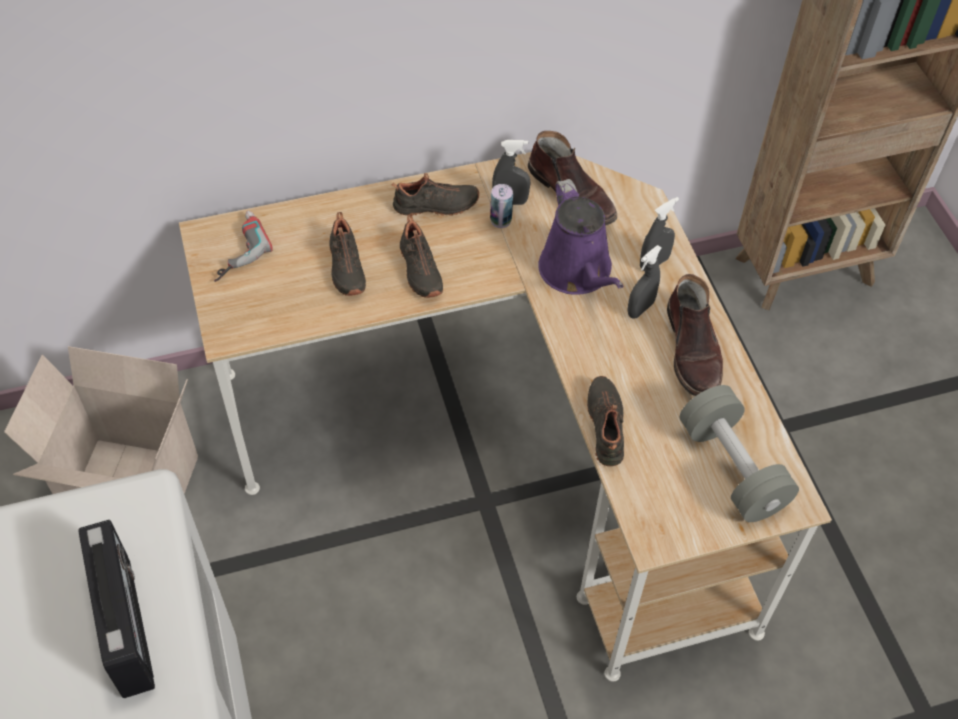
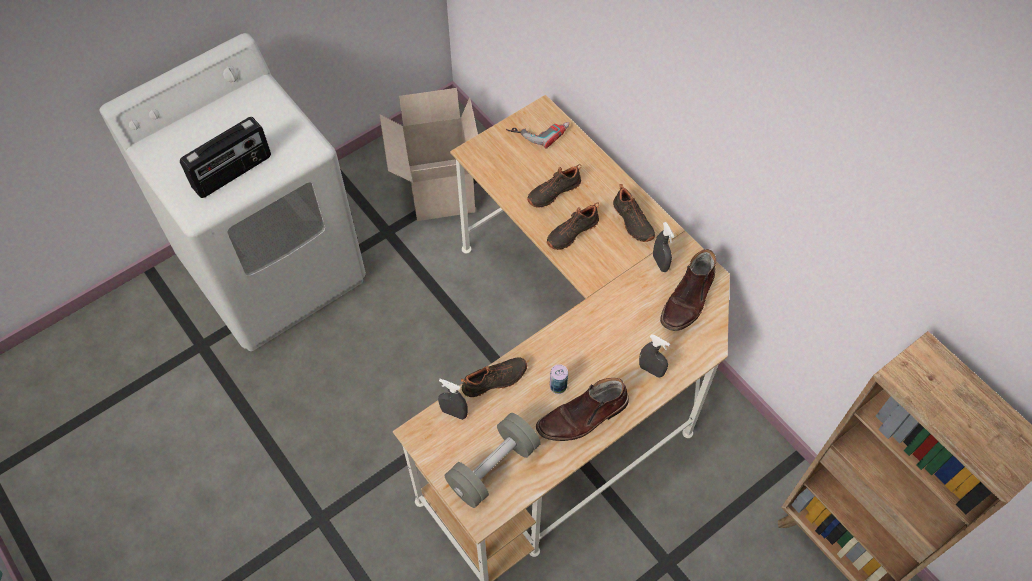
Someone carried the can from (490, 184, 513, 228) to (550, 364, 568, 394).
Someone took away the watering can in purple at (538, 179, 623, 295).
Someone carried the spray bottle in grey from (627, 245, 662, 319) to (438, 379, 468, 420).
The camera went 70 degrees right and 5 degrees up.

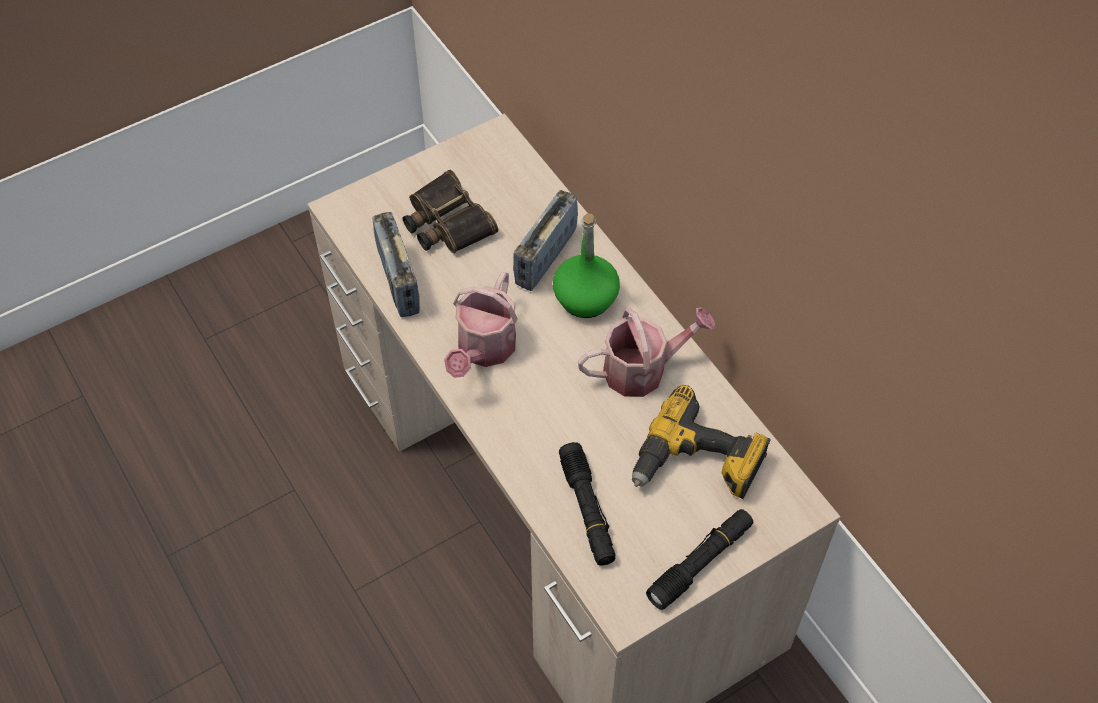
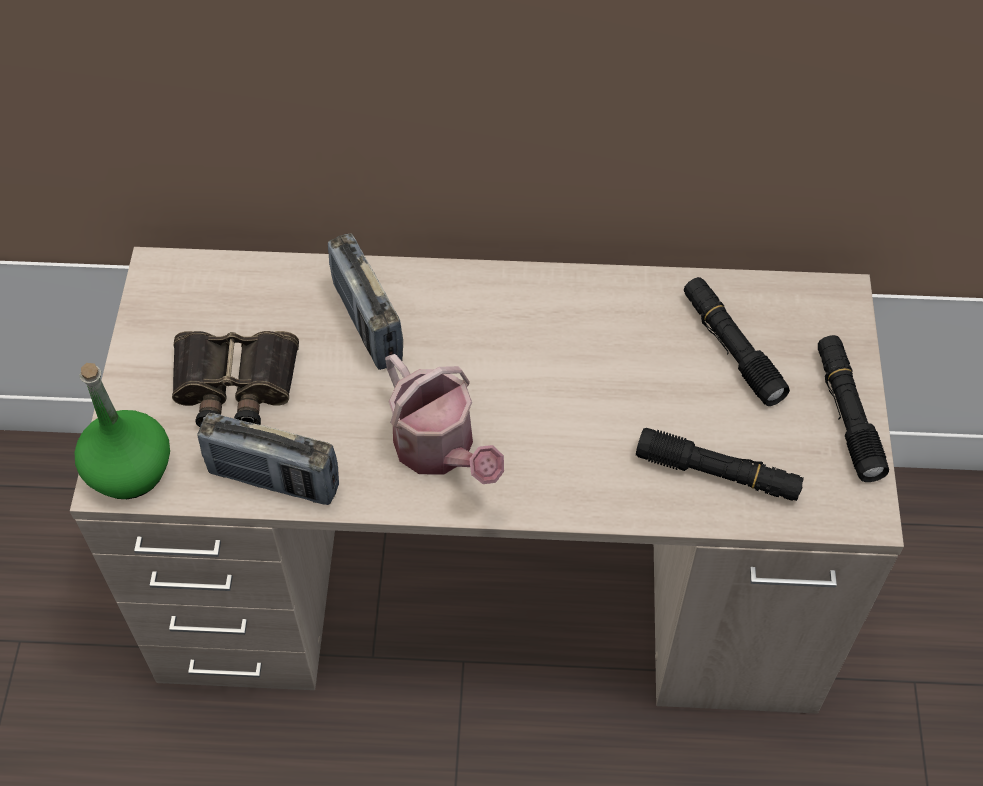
Someone carried the bottle in green from (553, 214, 620, 318) to (75, 363, 170, 499).
Someone took away the watering can at (578, 307, 716, 397).
Someone swapped the power drill at (632, 385, 771, 499) for the flashlight in black at (684, 277, 790, 406).
The camera went 55 degrees left and 0 degrees up.

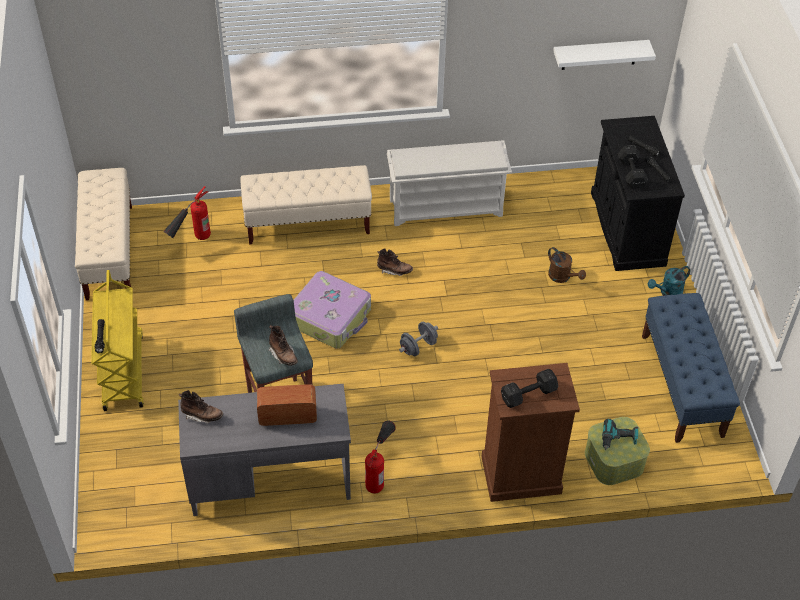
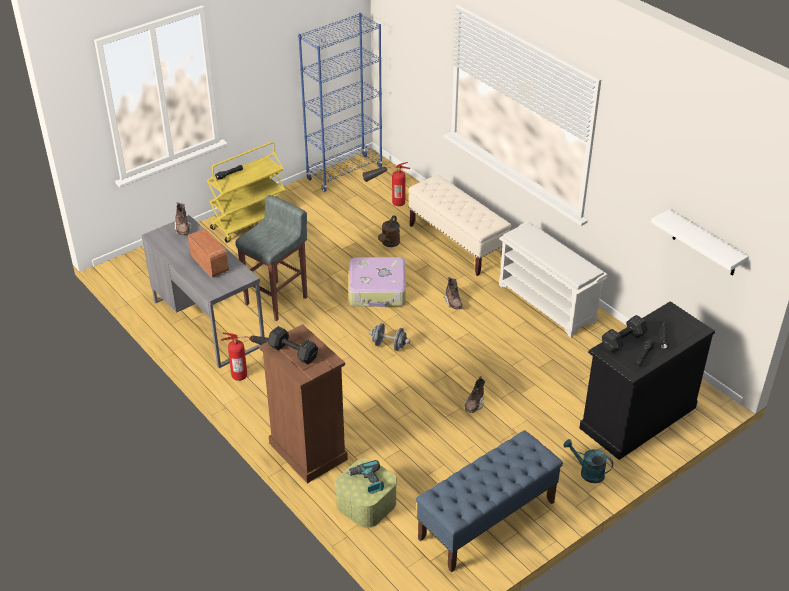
Someone swapped the bench in beige at (75, 168, 132, 301) for the bookcase in blue at (298, 13, 383, 192).
Someone carried the boot in brown from (269, 325, 298, 366) to (464, 376, 485, 413).
Someone carried the watering can in brown from (548, 247, 586, 283) to (378, 215, 400, 247).
The camera went 60 degrees right and 10 degrees down.

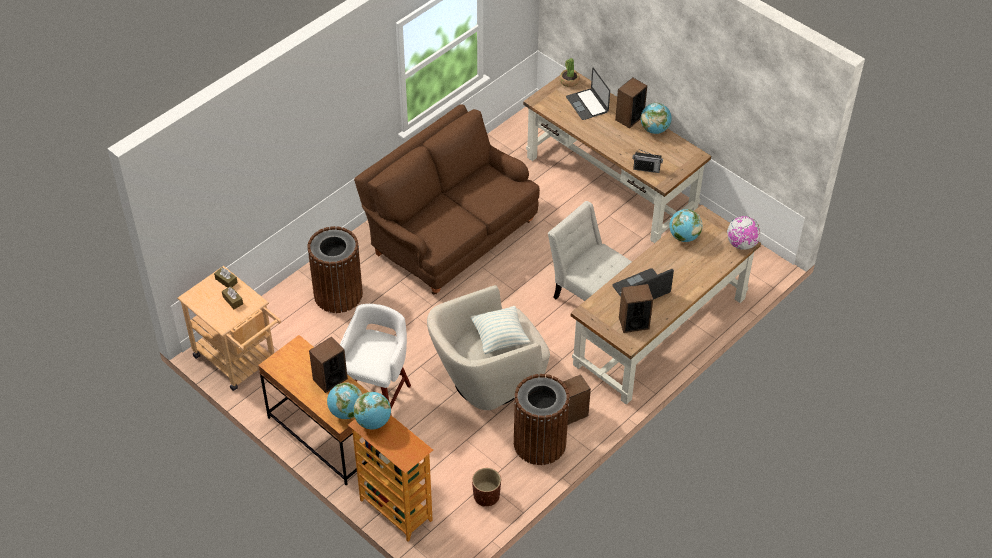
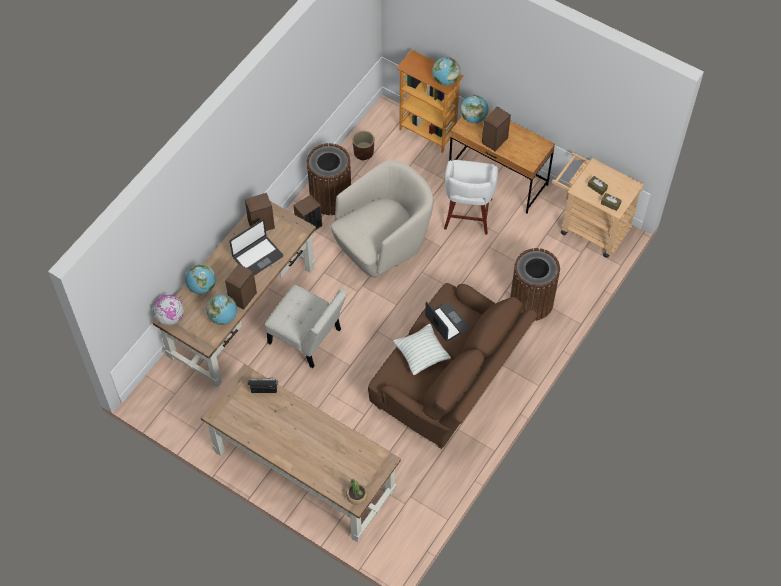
Someone carried the pillow from (470, 306, 530, 354) to (393, 324, 451, 375).
Someone carried the laptop from (566, 67, 610, 120) to (425, 301, 470, 342).
Someone carried the speaker from (615, 78, 647, 128) to (225, 264, 257, 310).
Someone carried the globe from (641, 103, 672, 134) to (185, 264, 216, 294).
The camera went 170 degrees right and 10 degrees up.

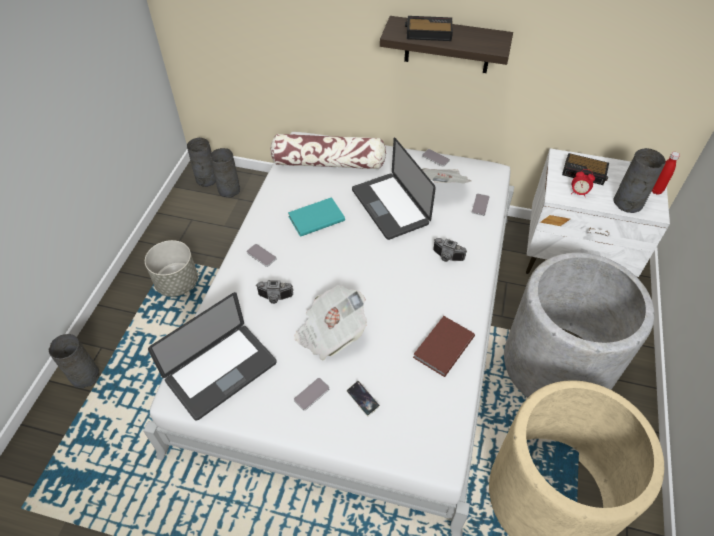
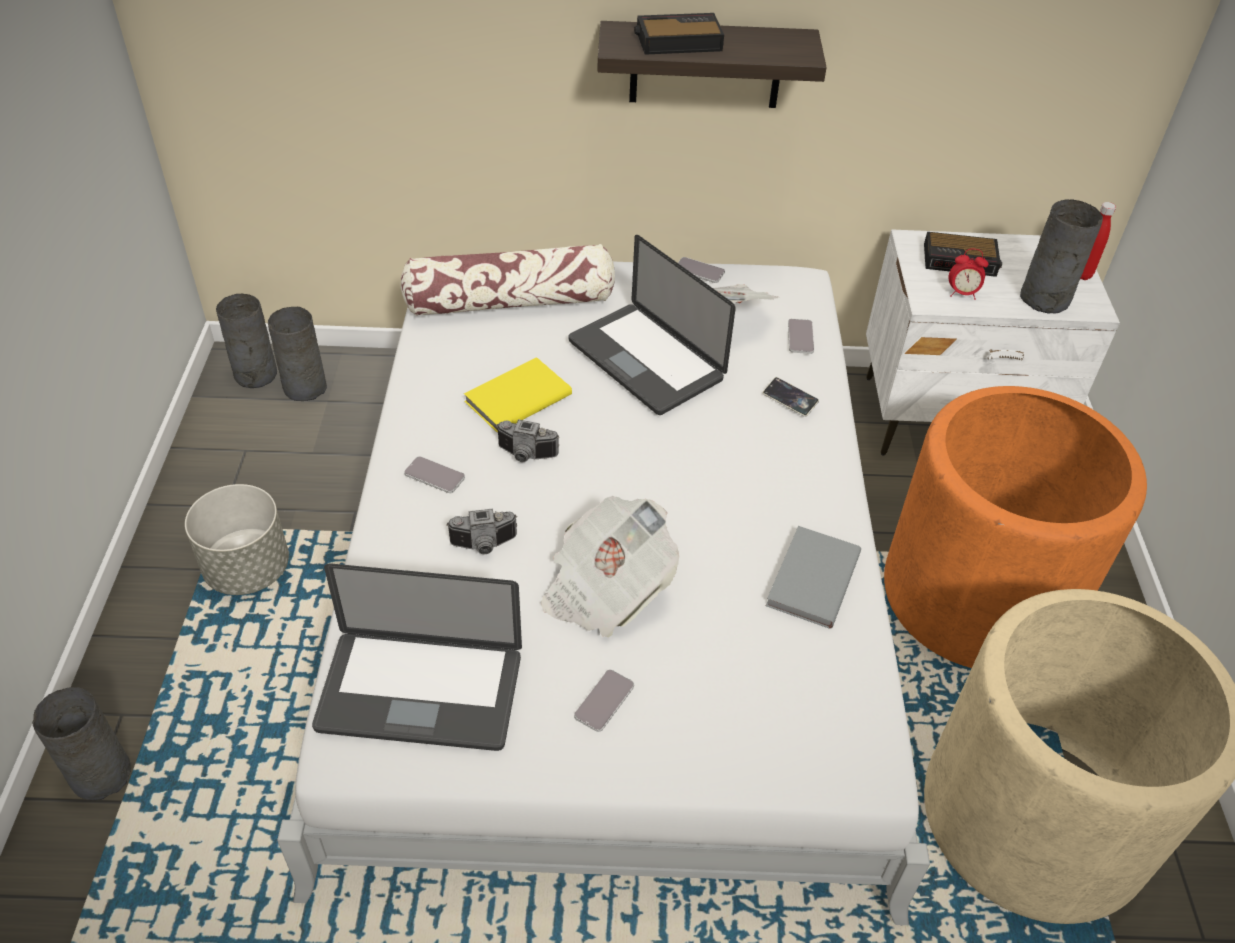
Someone rotated the laptop at (148, 292, 277, 421) by 60 degrees clockwise.
Someone repainted the book in turquoise at (288, 197, 345, 237), which became the book in yellow at (464, 357, 572, 433).
Someone carried the phone from (347, 381, 380, 416) to (763, 377, 819, 417).
Someone repainted the book in brown at (413, 316, 475, 377), which became the book in grey at (766, 526, 861, 629).
Someone carried the photo camera from (433, 238, 467, 262) to (496, 419, 560, 462).
Someone repainted the planter in grey at (504, 252, 654, 398), which became the planter in orange at (884, 386, 1147, 668).
The camera went 15 degrees left and 5 degrees down.

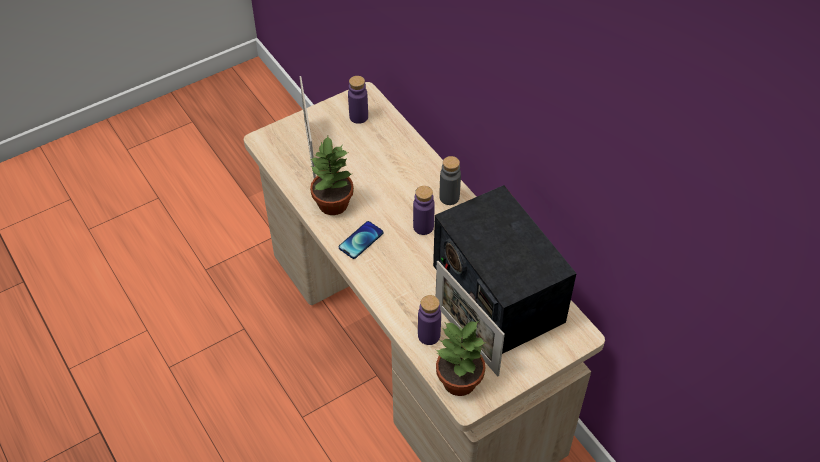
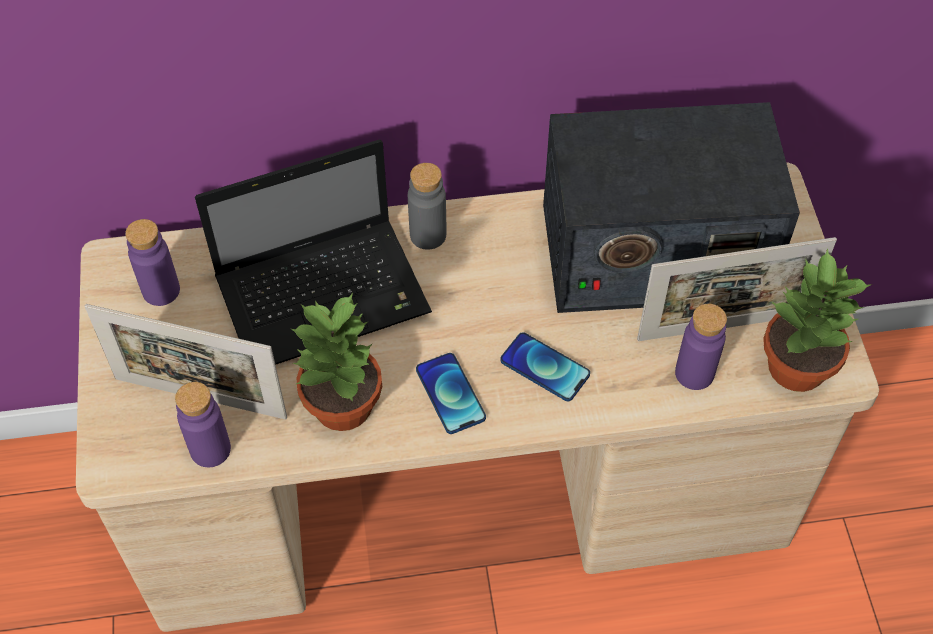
Someone carried the bottle in purple from (413, 186, 435, 235) to (175, 382, 231, 468).
Someone put down the laptop at (195, 139, 432, 365).
Someone put down the phone at (500, 332, 590, 401).
The camera went 65 degrees left and 5 degrees up.

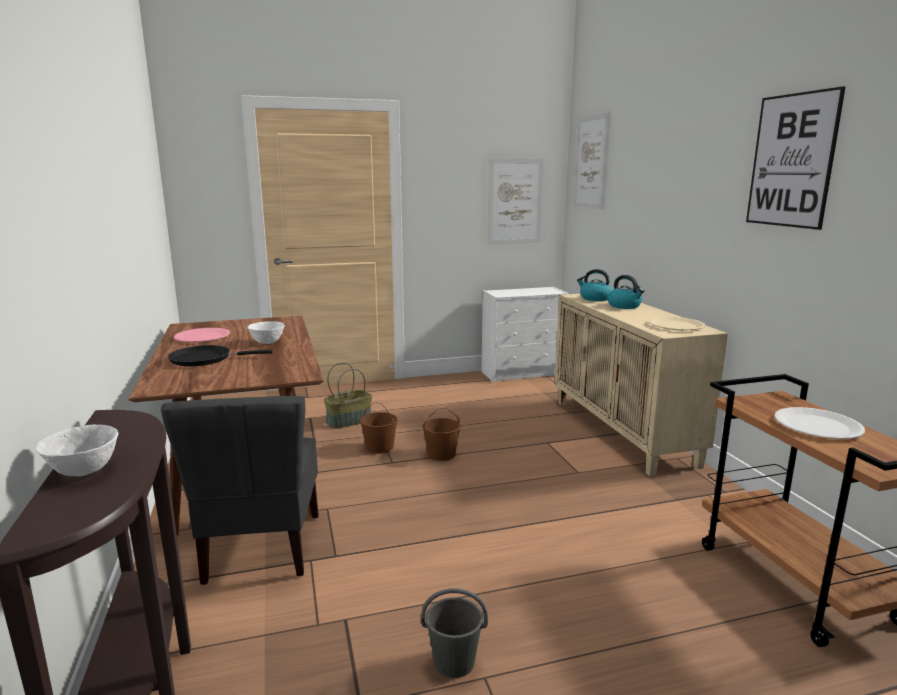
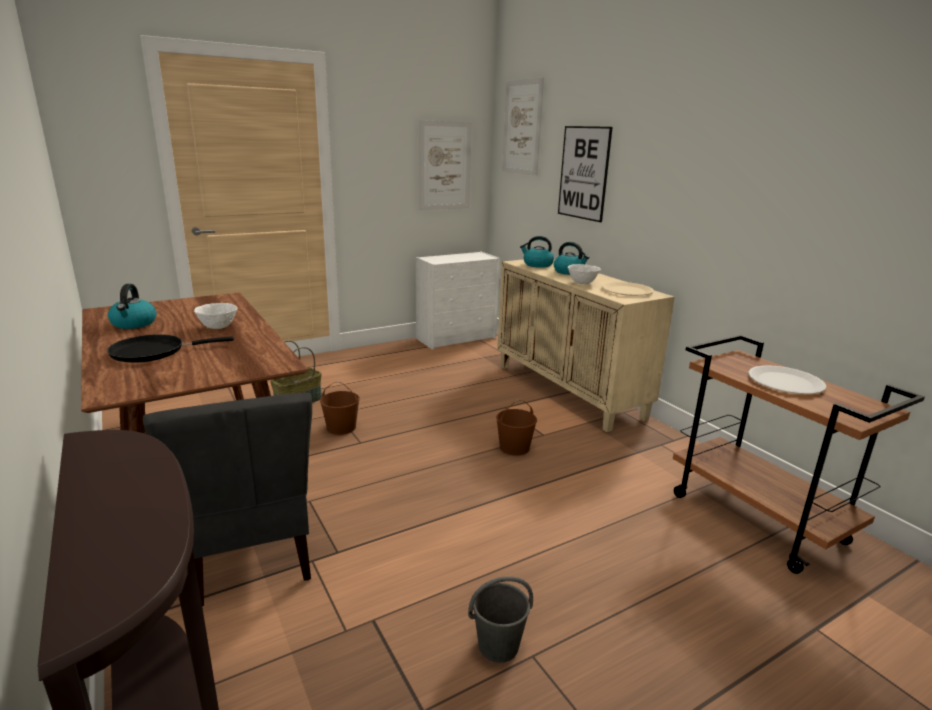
Someone carried the bowl in white from (36, 425, 118, 476) to (568, 264, 601, 284).
Someone swapped the plate in pink at (174, 328, 230, 342) for the kettle at (108, 284, 157, 329).
Someone carried the bucket in brown from (422, 408, 461, 461) to (496, 399, 537, 456).
Someone carried the picture from (746, 86, 846, 230) to (558, 126, 612, 222).
The camera went 15 degrees left and 5 degrees up.

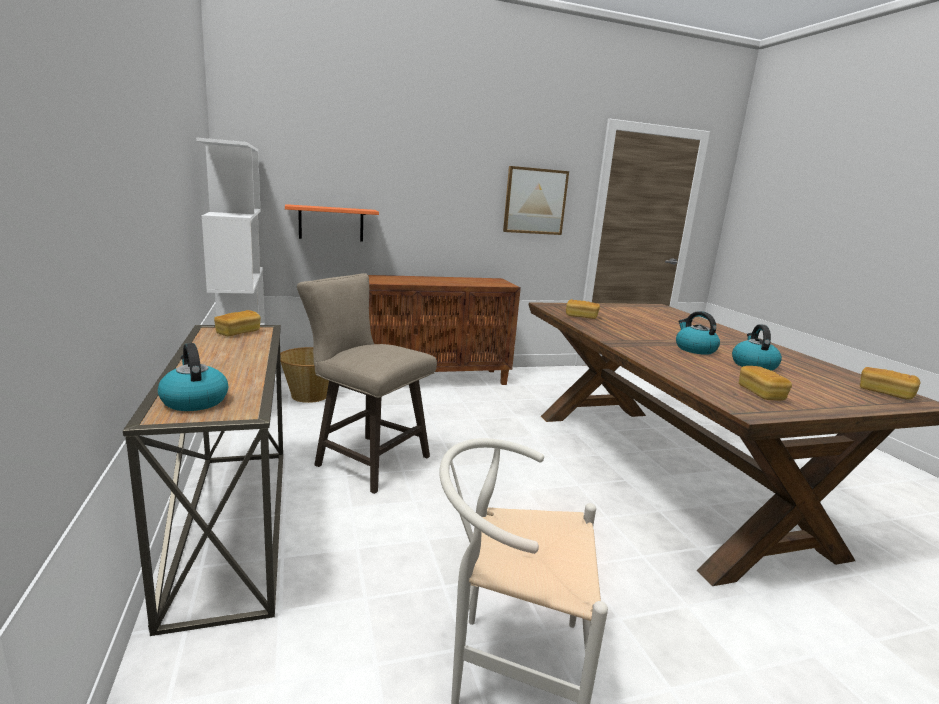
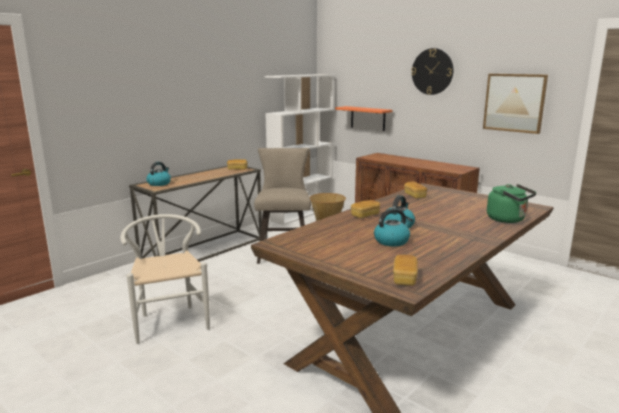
Someone carried the bread from (739, 366, 792, 400) to (351, 200, 380, 218).
Someone put up the wall clock at (411, 48, 454, 95).
Someone put down the kettle in green at (487, 184, 536, 223).
The camera went 60 degrees right and 0 degrees up.

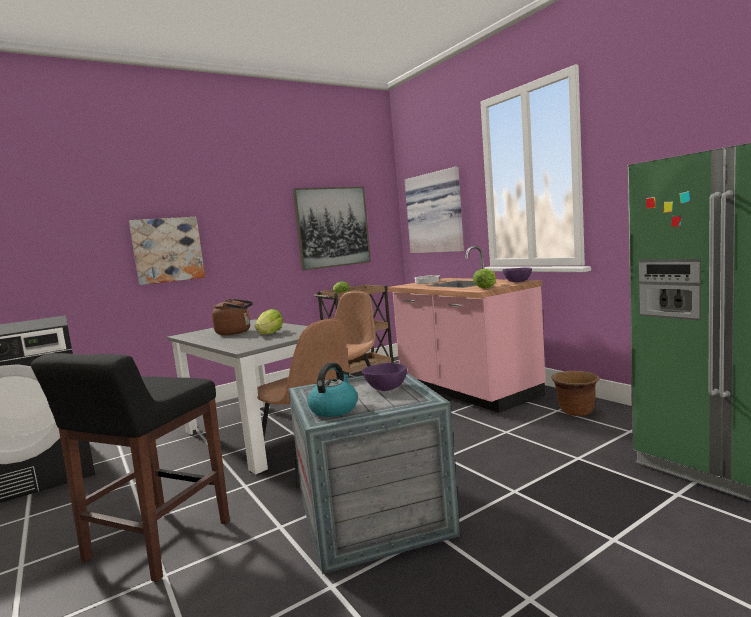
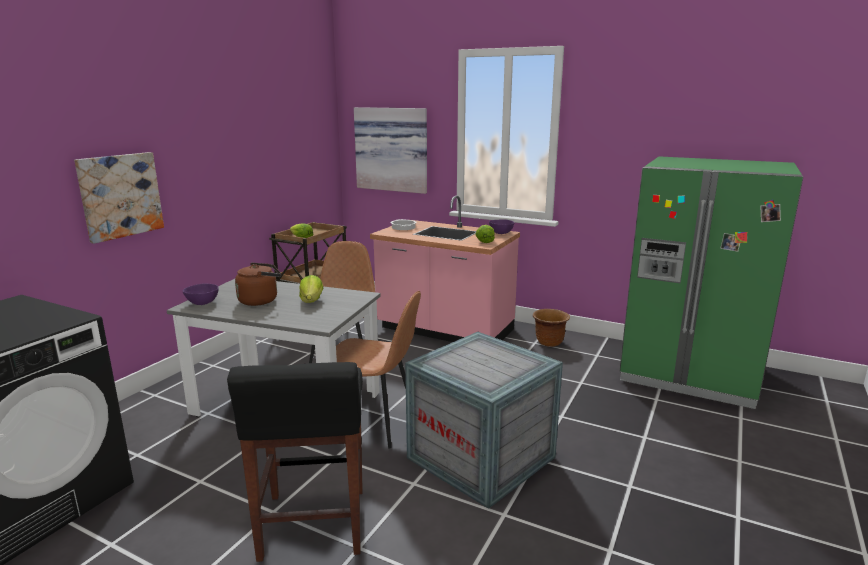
Someone took away the picture at (293, 187, 371, 270).
Someone took away the kettle at (307, 363, 358, 417).
Someone carried the bowl in purple from (362, 363, 407, 391) to (183, 283, 219, 305).
The camera went 30 degrees left and 10 degrees up.

